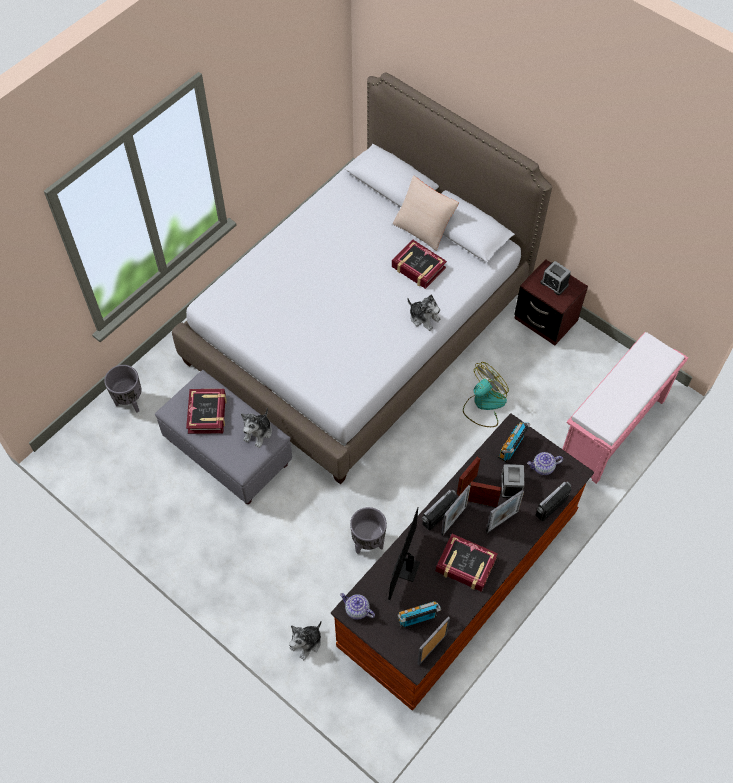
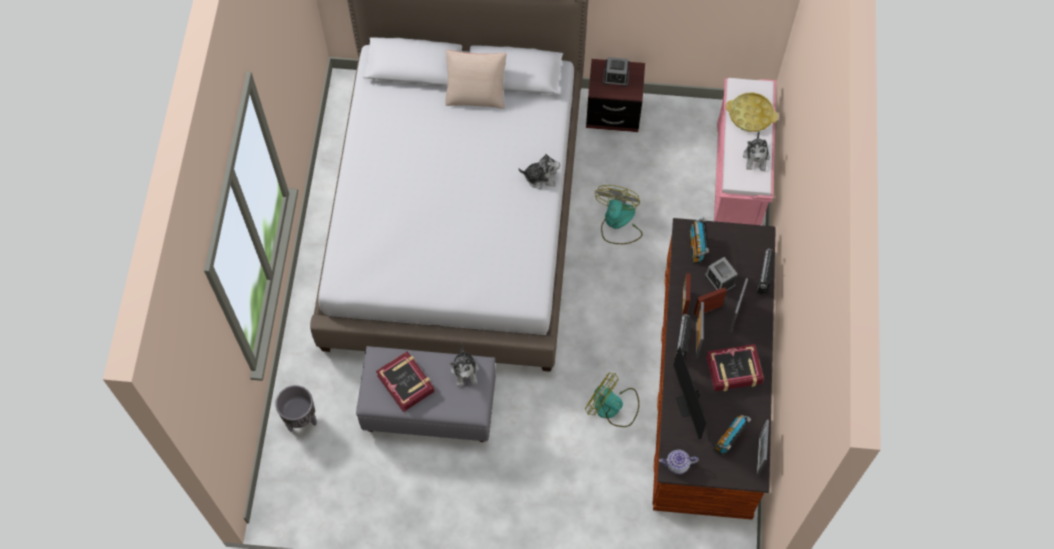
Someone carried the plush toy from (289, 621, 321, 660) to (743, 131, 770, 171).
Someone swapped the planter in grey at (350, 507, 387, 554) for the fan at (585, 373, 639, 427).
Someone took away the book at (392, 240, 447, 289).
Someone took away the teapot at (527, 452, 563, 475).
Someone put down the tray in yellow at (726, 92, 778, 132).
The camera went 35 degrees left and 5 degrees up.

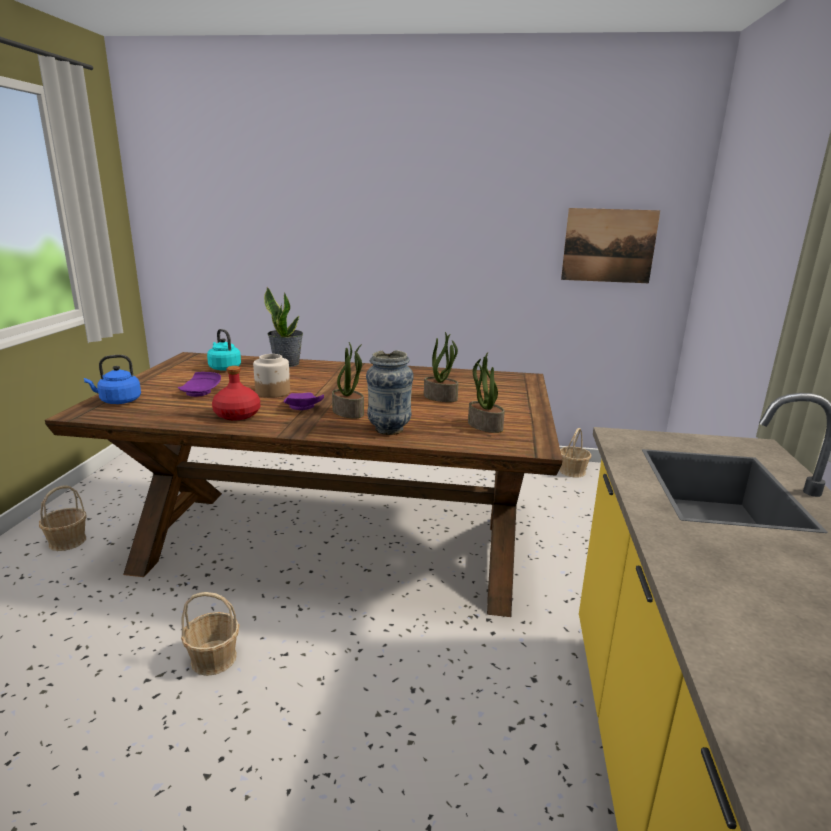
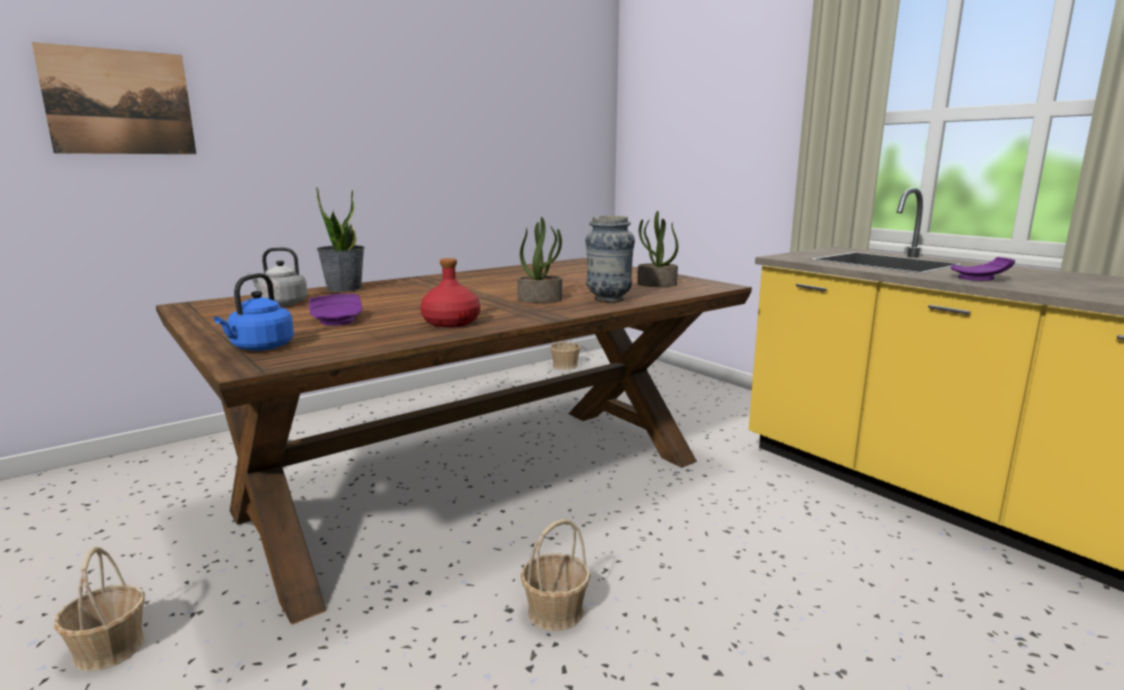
Someone repainted the kettle in turquoise at (207, 329, 241, 371), which became the kettle in grey at (247, 247, 308, 306).
Someone took away the jar at (253, 354, 290, 398).
Someone carried the plate in purple from (284, 393, 324, 410) to (951, 257, 1015, 281).
Someone took away the potted plant at (424, 332, 459, 402).
Someone carried the picture from (561, 208, 660, 283) to (31, 42, 196, 154).
The camera went 45 degrees left and 5 degrees down.

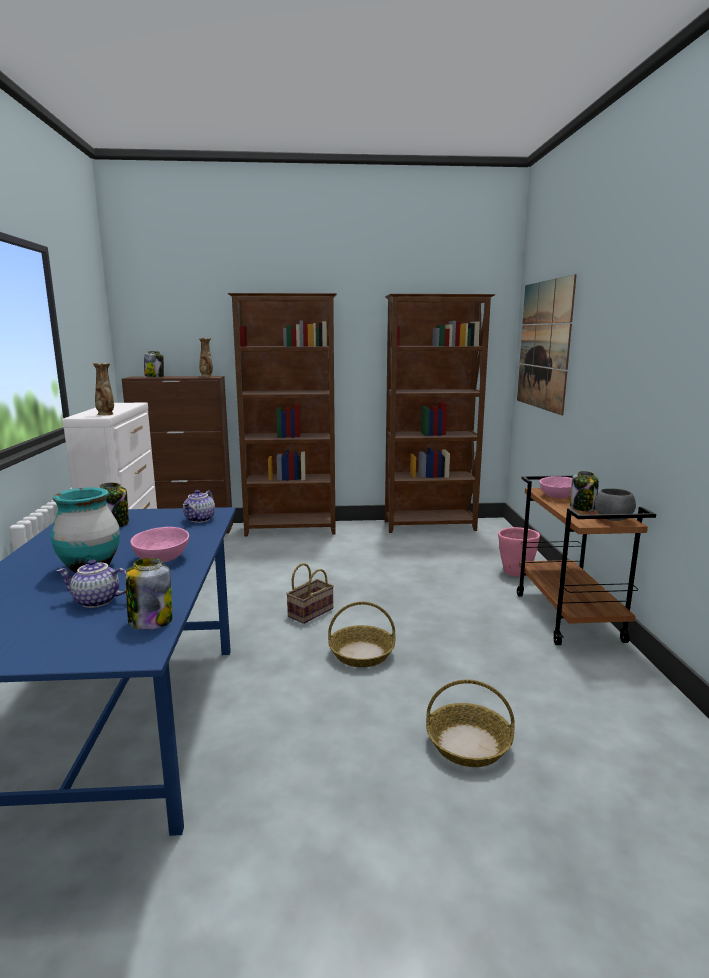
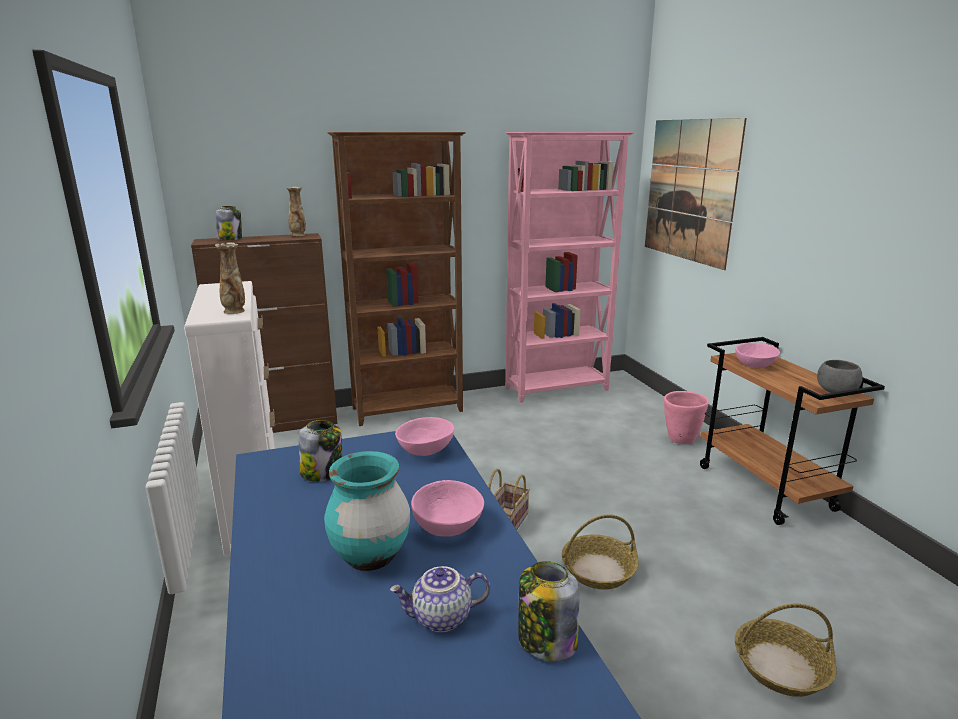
Someone swapped the teapot at (183, 490, 215, 523) for the bowl in pink at (395, 417, 454, 456).
Someone repainted the bookcase in brown at (385, 294, 495, 533), which became the bookcase in pink at (505, 132, 634, 403).
Someone took away the jar at (570, 471, 599, 511).
The camera went 15 degrees left and 5 degrees up.

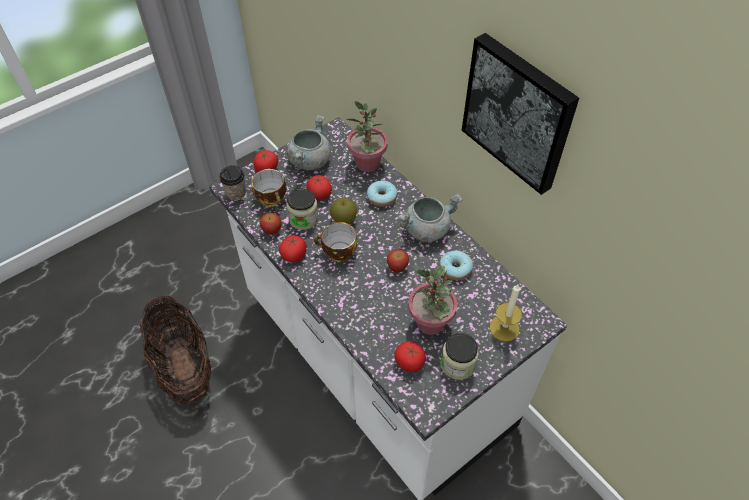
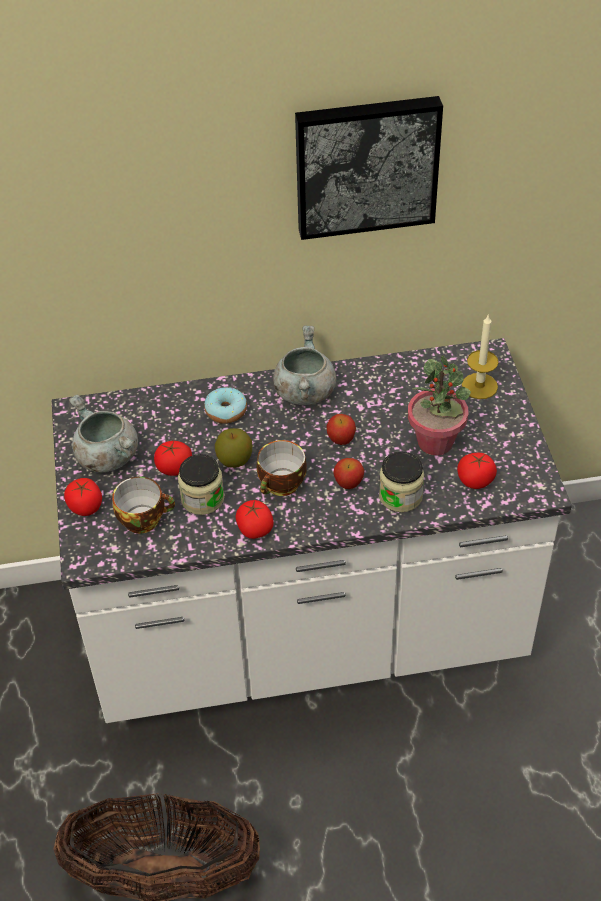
Someone took away the cup at (219, 165, 246, 201).
Someone carried the apple from (259, 213, 282, 235) to (333, 458, 364, 489).
Someone took away the potted plant at (346, 101, 387, 172).
Someone took away the donut at (440, 250, 473, 280).
Someone carried the jar from (441, 333, 479, 380) to (379, 452, 424, 512).
The camera went 60 degrees left and 5 degrees down.

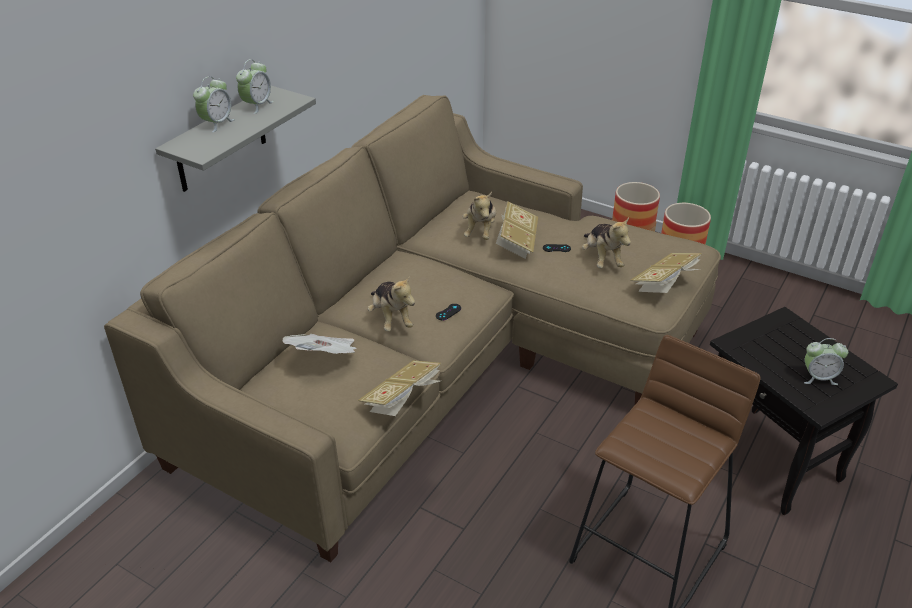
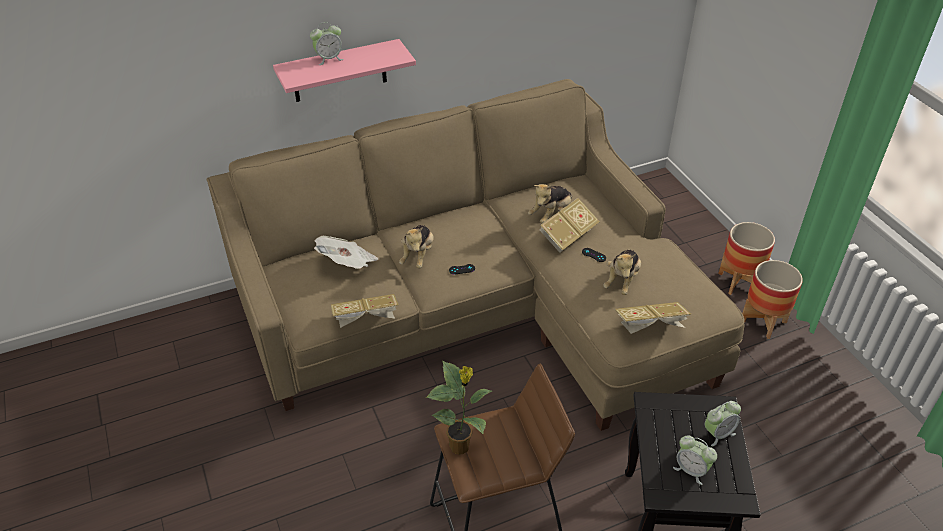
Someone repainted the shelf in grey at (155, 86, 316, 192), which became the shelf in pink at (273, 39, 416, 102).
Someone carried the alarm clock from (236, 59, 274, 114) to (705, 401, 741, 446).
Someone put down the potted plant at (426, 361, 492, 455).
The camera went 35 degrees right and 5 degrees up.

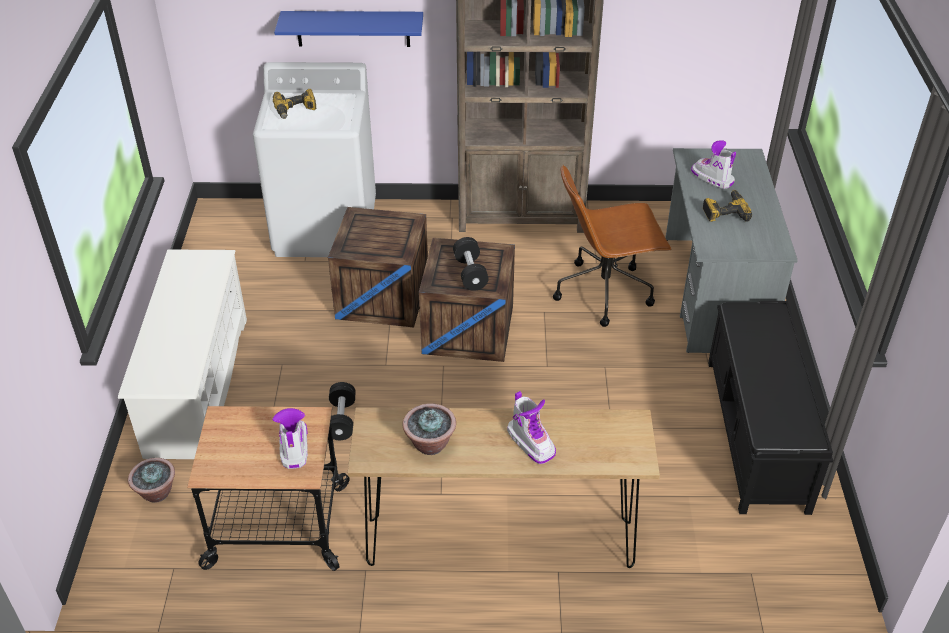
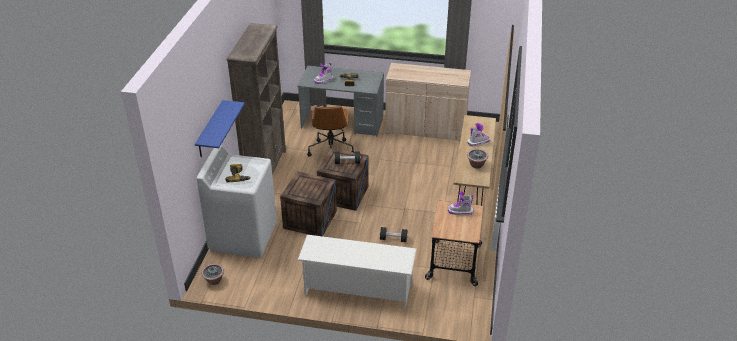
Someone carried the potted plant from (128, 458, 175, 503) to (202, 264, 224, 285).
Someone swapped the bench in black at (708, 301, 833, 515) for the cabinet in beige at (385, 63, 471, 141).
The camera went 80 degrees left and 5 degrees down.

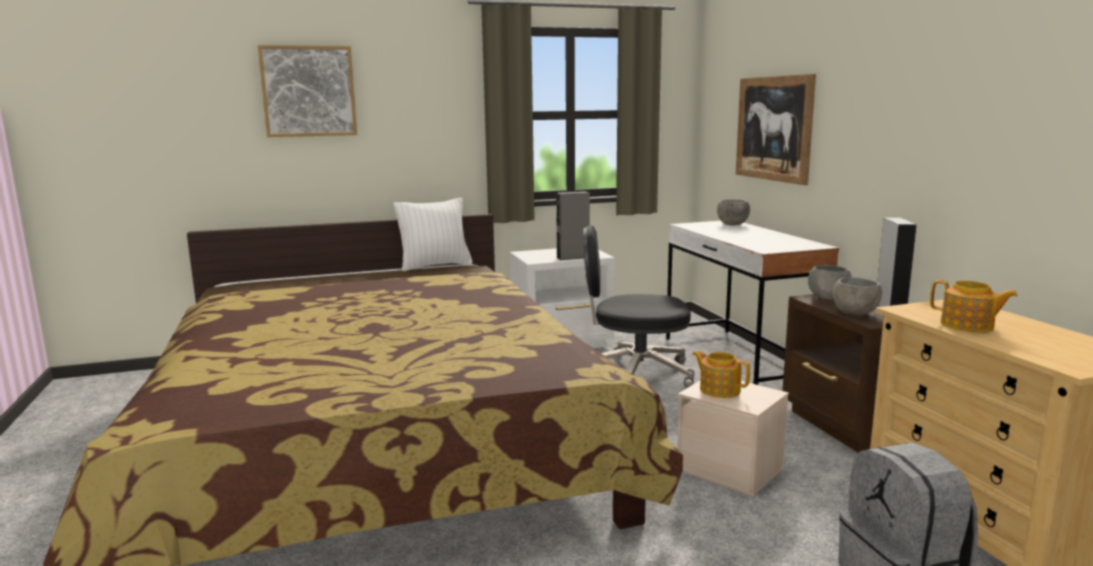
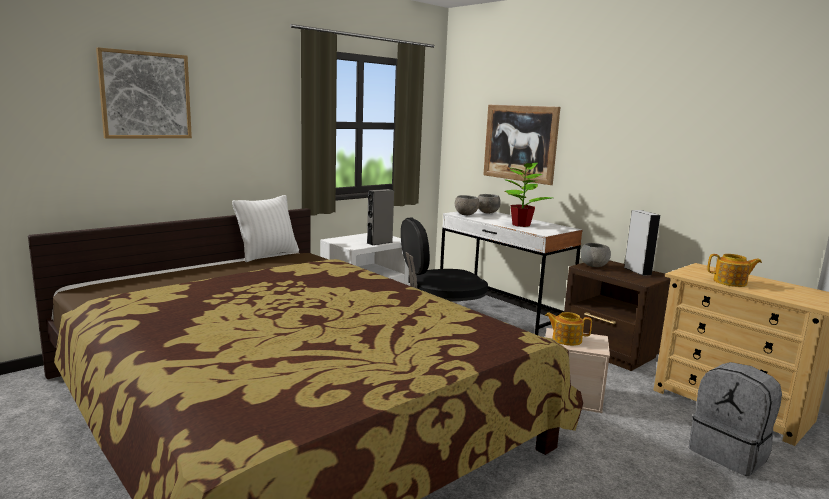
Someone carried the bowl in grey from (833, 277, 882, 316) to (455, 195, 479, 215).
Someone put down the potted plant at (505, 161, 552, 227).
The camera went 25 degrees left and 0 degrees up.

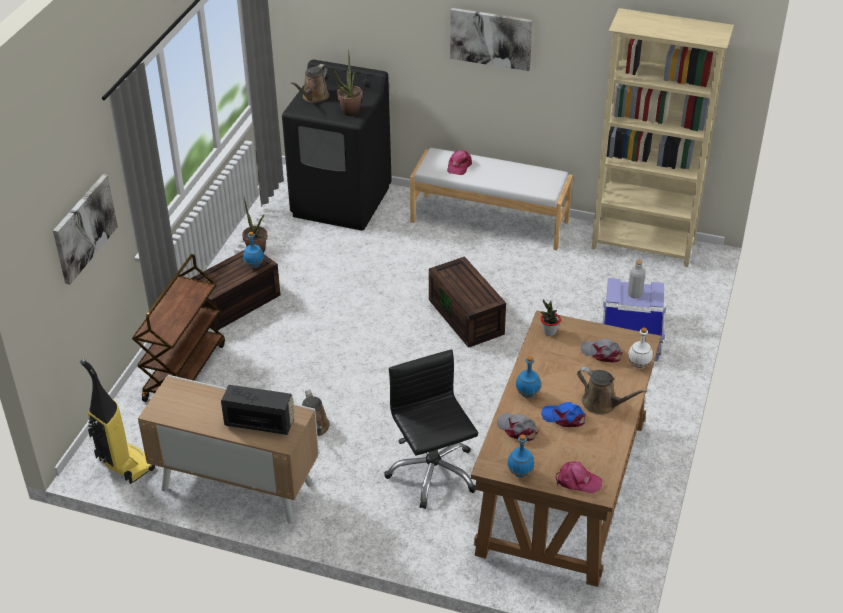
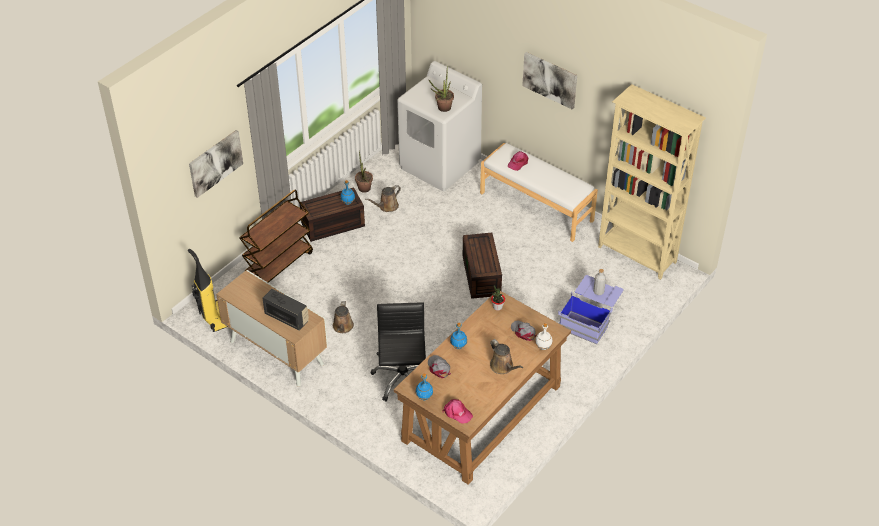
Someone repainted the washing machine in black at (282, 60, 392, 231), which became the washing machine in white at (397, 61, 482, 191).
Someone carried the watering can in brown from (291, 64, 330, 103) to (365, 185, 401, 212).
Someone took away the cap in blue at (541, 402, 585, 427).
The camera went 20 degrees right and 5 degrees up.

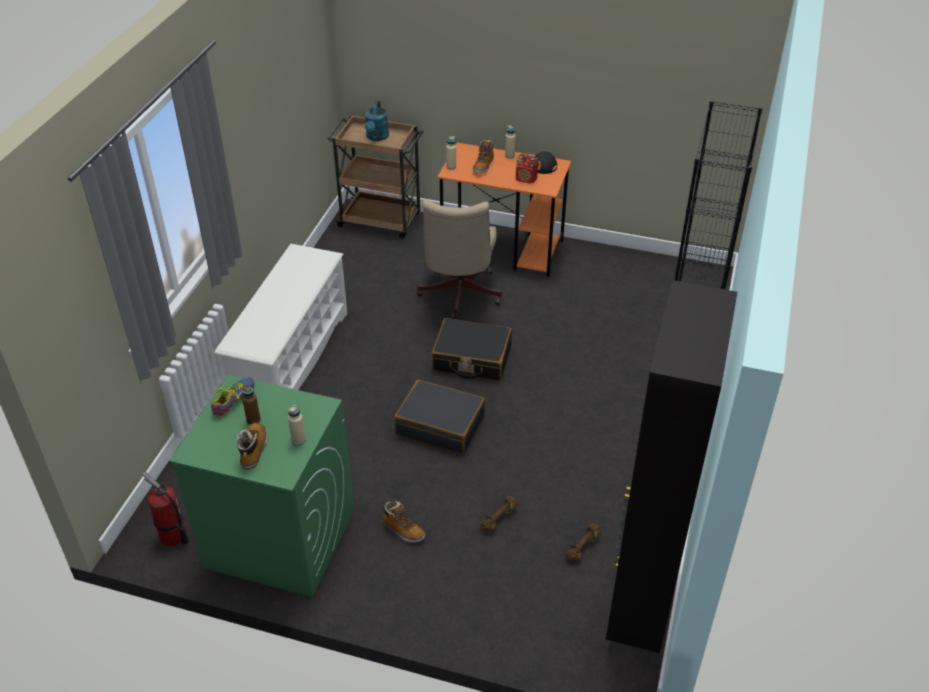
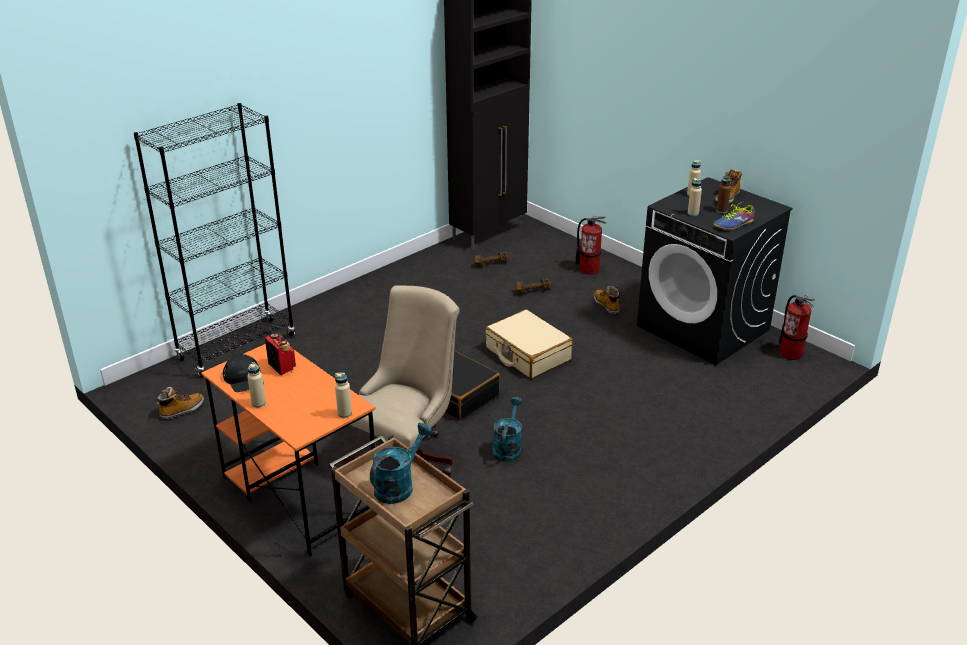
Someone repainted the washing machine in green at (169, 375, 355, 597), which became the washing machine in black at (637, 177, 793, 365).
Someone took away the shoe rack in white at (215, 244, 347, 390).
Someone repainted the suitcase in black at (394, 380, 485, 454), which became the suitcase in beige at (485, 309, 573, 379).
Someone carried the boot from (473, 140, 494, 174) to (157, 387, 204, 419).
Someone put down the watering can in turquoise at (492, 397, 522, 462).
Someone put down the fire extinguisher at (575, 216, 606, 275).
Someone put down the bottle in beige at (688, 178, 702, 216).
The camera went 150 degrees left and 10 degrees down.

